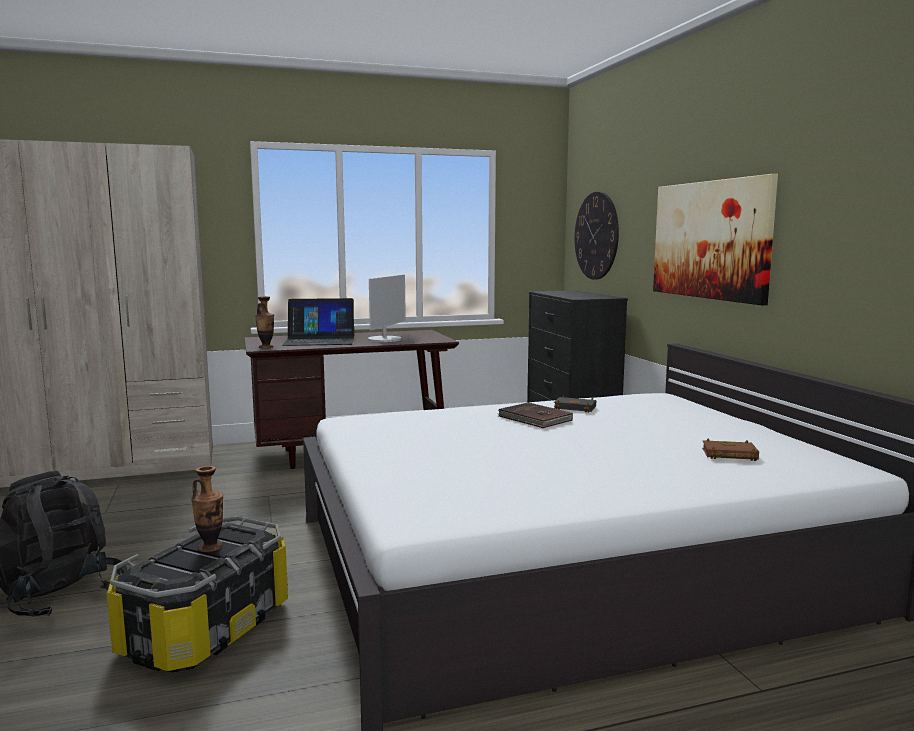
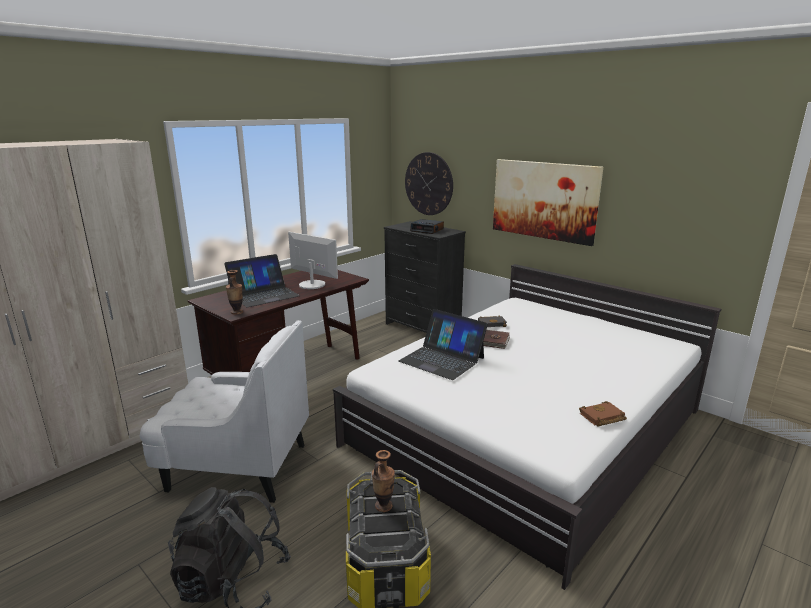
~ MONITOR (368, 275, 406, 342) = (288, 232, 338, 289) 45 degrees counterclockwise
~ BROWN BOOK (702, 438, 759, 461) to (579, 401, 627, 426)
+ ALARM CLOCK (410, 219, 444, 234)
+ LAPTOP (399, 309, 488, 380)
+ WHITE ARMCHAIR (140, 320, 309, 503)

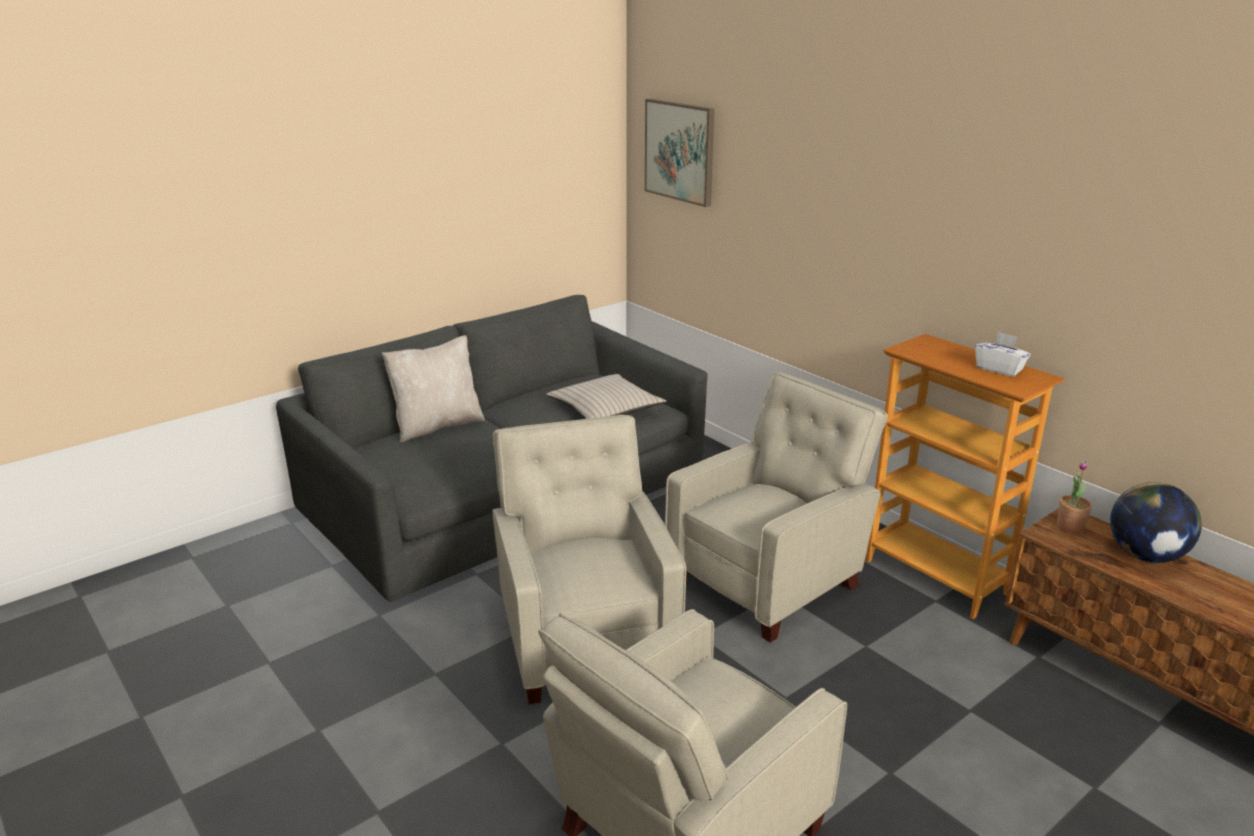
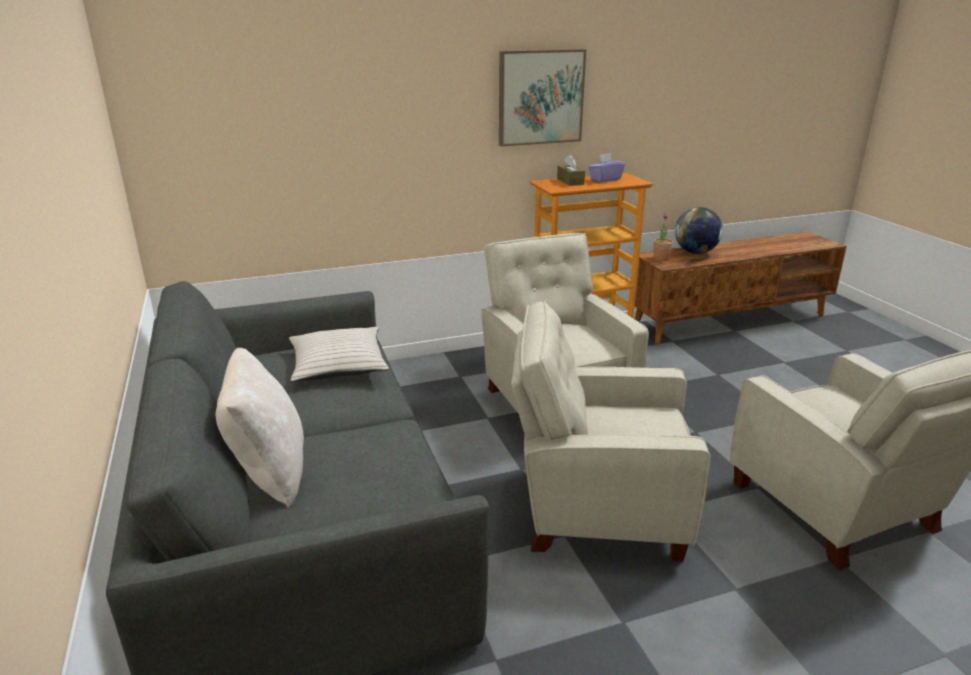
~ PICTURE (645, 99, 714, 207) to (499, 49, 586, 146)
~ WHITE TISSUE BOX (975, 332, 1030, 377) to PURPLE TISSUE BOX (588, 153, 625, 182)
+ BROWN TISSUE BOX (557, 155, 585, 186)

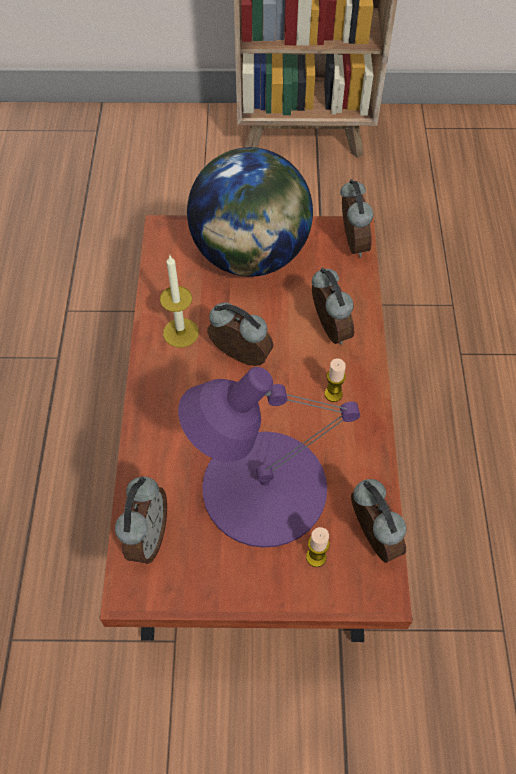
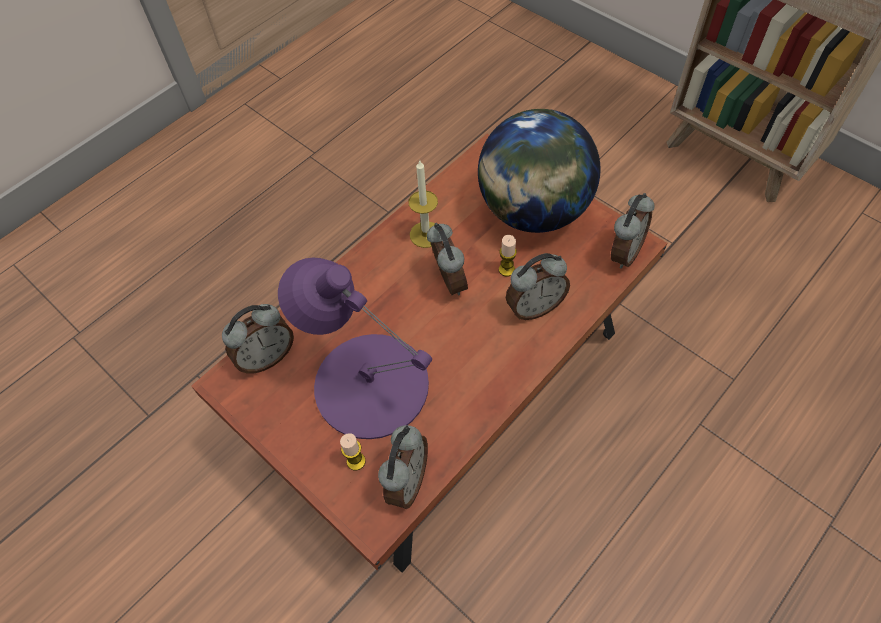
~ ALARM CLOCK (312, 268, 354, 345) = (506, 253, 570, 320) 45 degrees clockwise
~ CANDLE (324, 358, 346, 402) to (499, 235, 517, 277)

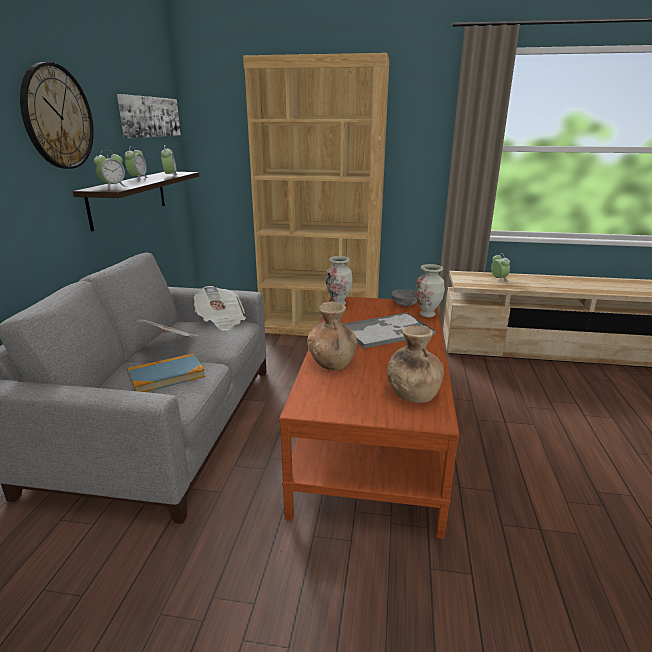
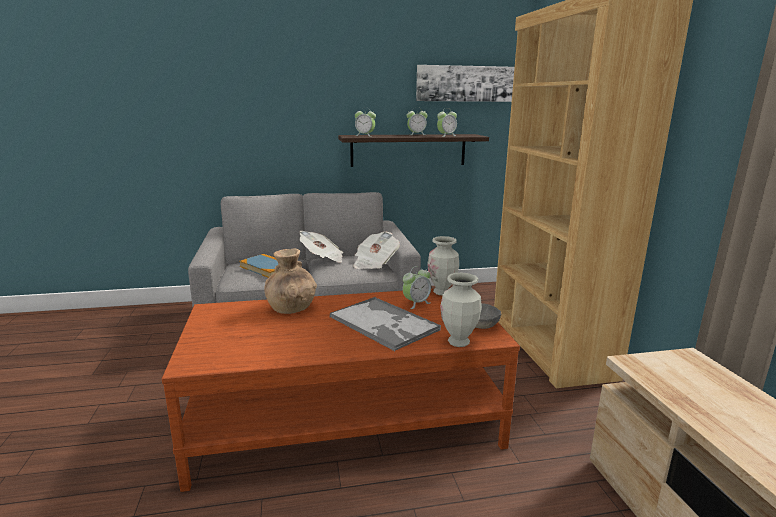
- WALL CLOCK (20, 62, 94, 169)
~ ALARM CLOCK (491, 253, 510, 282) to (403, 266, 431, 309)
- BROWN VASE (387, 326, 444, 403)

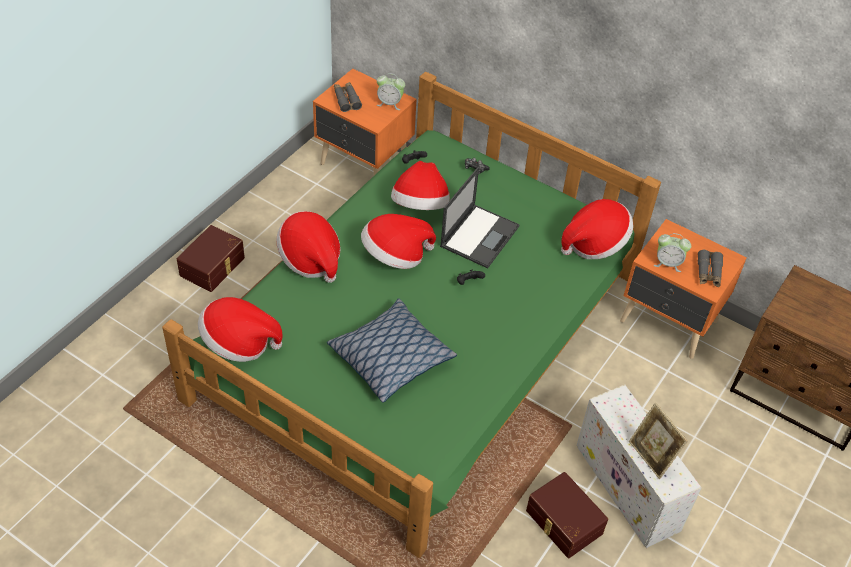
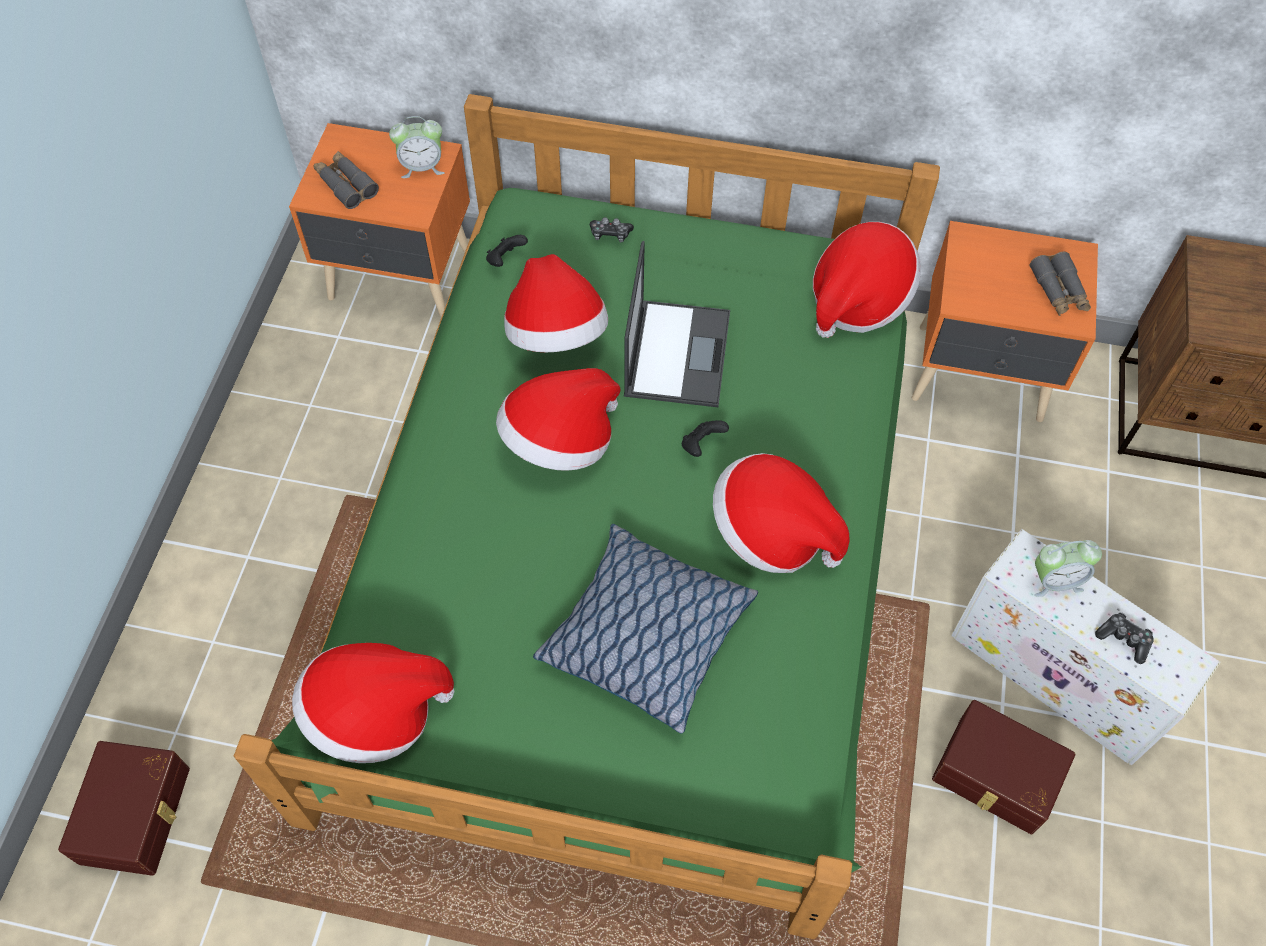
~ HAT (276, 211, 340, 283) to (713, 453, 849, 573)
~ BROWN STORAGE BOX (177, 225, 245, 292) to (58, 741, 190, 876)
~ ALARM CLOCK (654, 233, 691, 272) to (1034, 540, 1102, 597)
~ PICTURE FRAME (629, 403, 688, 479) to GAME CONTROLLER (1095, 612, 1154, 664)

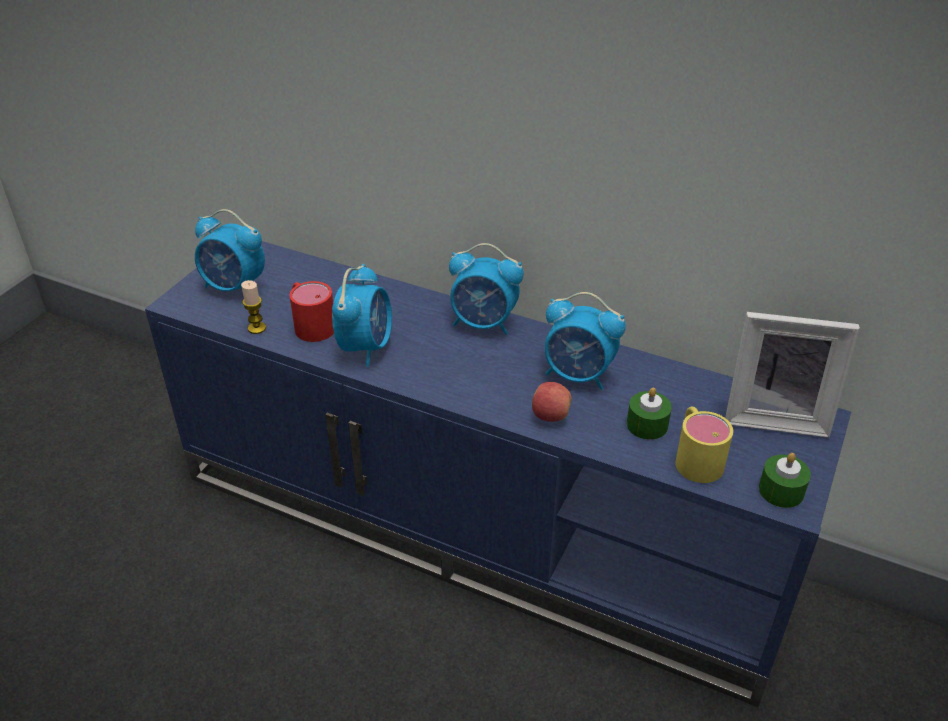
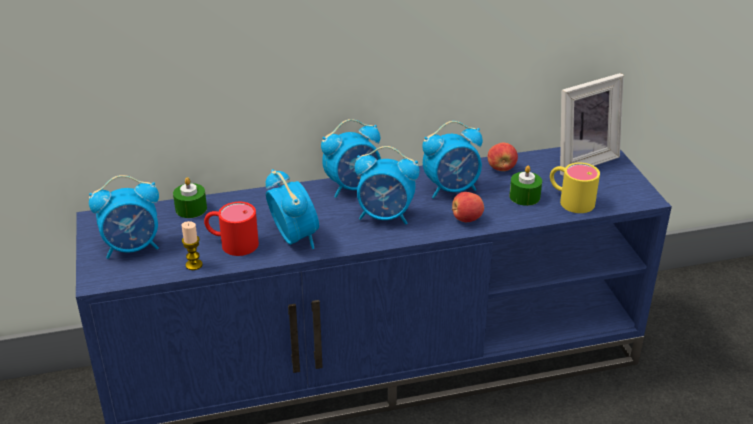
~ GREEN CANDLE (759, 453, 811, 508) to (173, 177, 207, 218)
+ APPLE (488, 143, 518, 171)
+ ALARM CLOCK (355, 146, 420, 224)

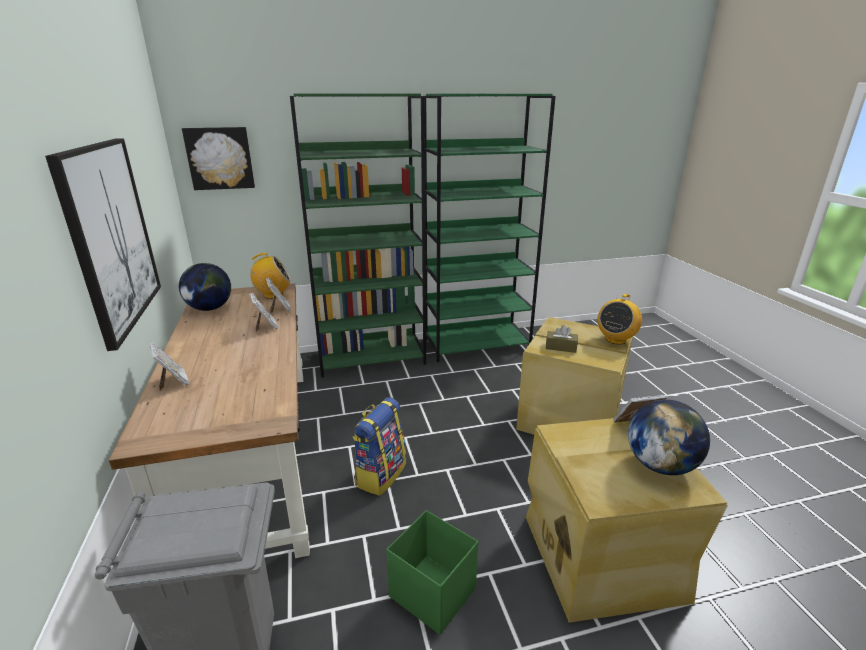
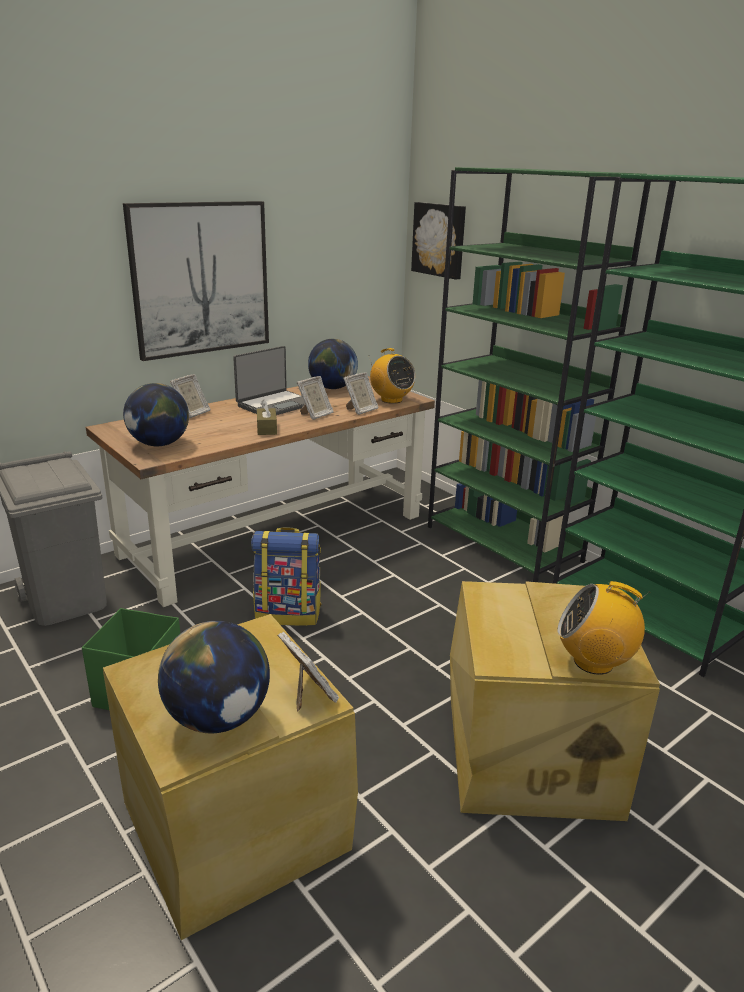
~ BROWN TISSUE BOX (546, 325, 578, 353) to (257, 399, 277, 435)
+ LAPTOP (233, 346, 305, 415)
+ GLOBE (123, 383, 189, 446)

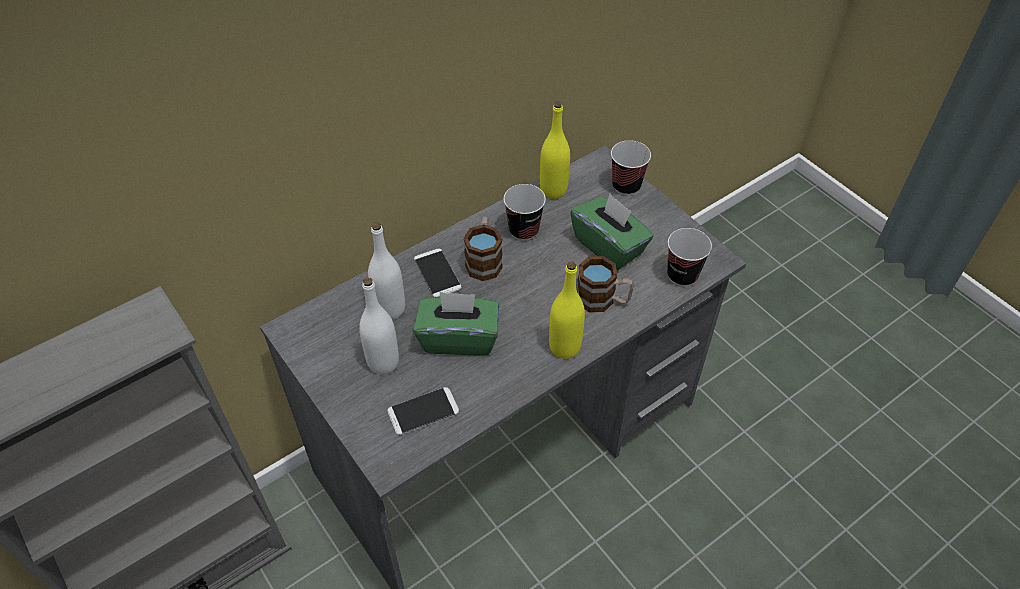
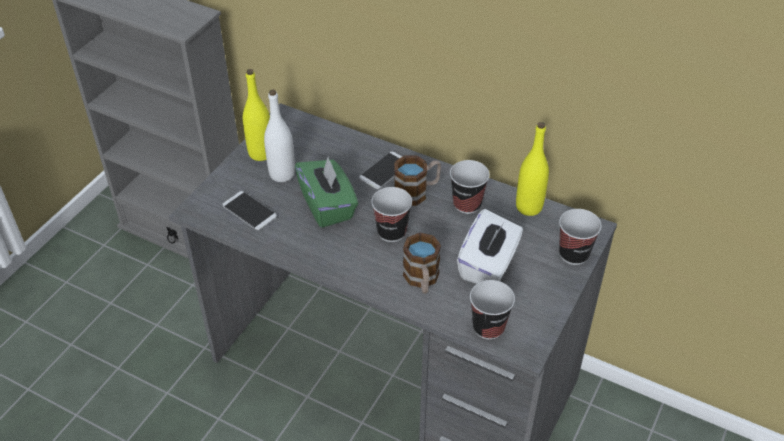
~ GREEN TISSUE BOX (570, 194, 654, 270) to WHITE TISSUE BOX (457, 209, 523, 284)
- WHITE BOTTLE (368, 223, 405, 320)
~ YELLOW BOTTLE (549, 261, 585, 359) to (243, 69, 270, 161)
+ CUP (371, 187, 412, 242)

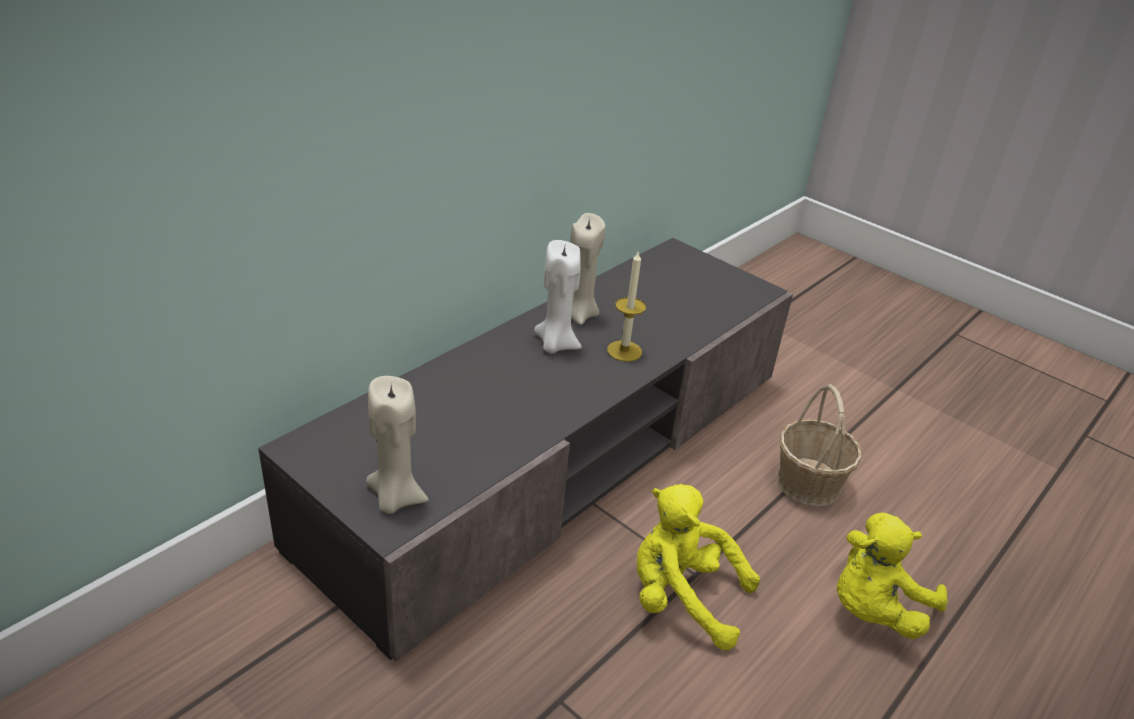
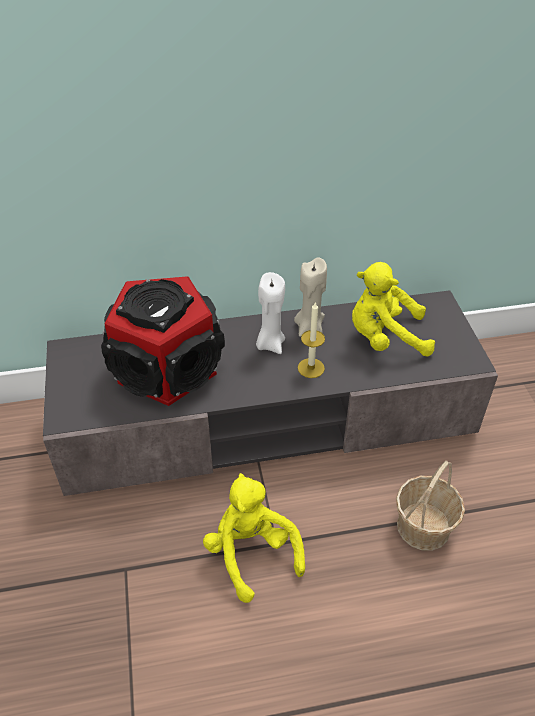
- BEIGE CANDLE (366, 376, 428, 514)
~ YELLOW PLUSH TOY (837, 513, 947, 639) to (352, 262, 435, 357)
+ SPEAKER (101, 276, 225, 406)

